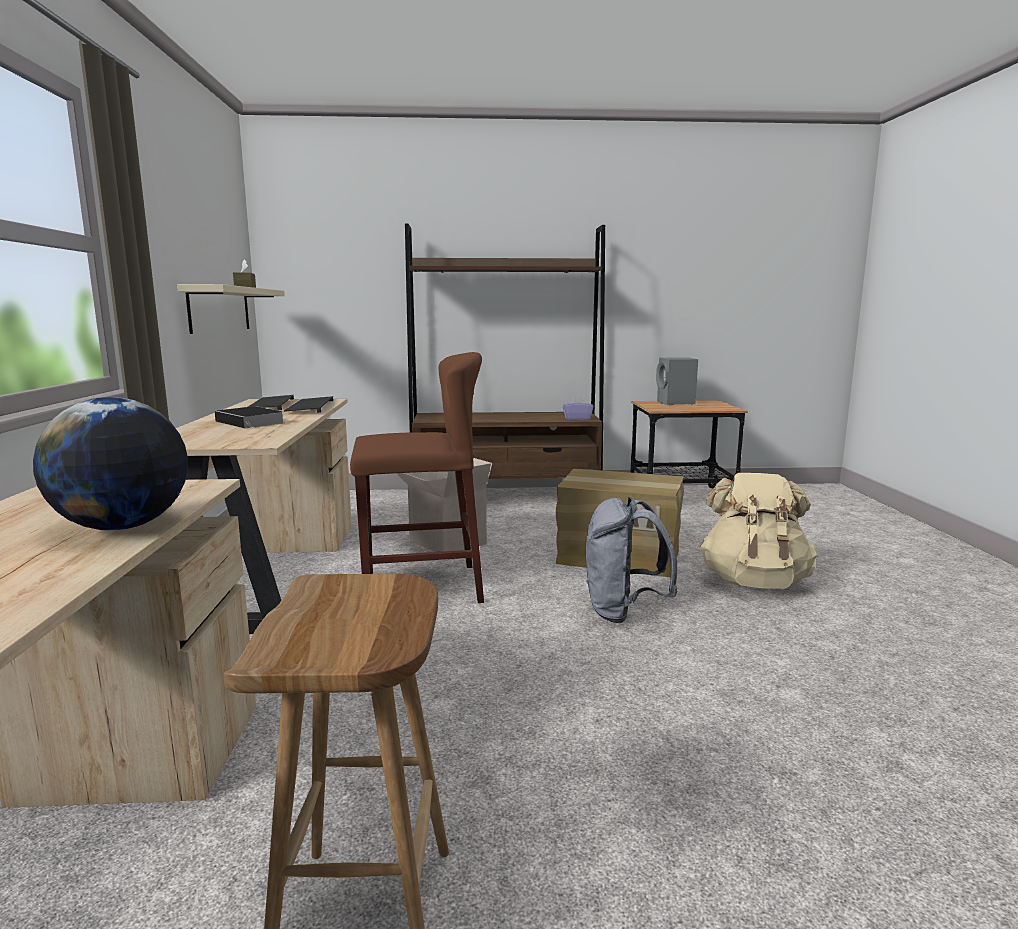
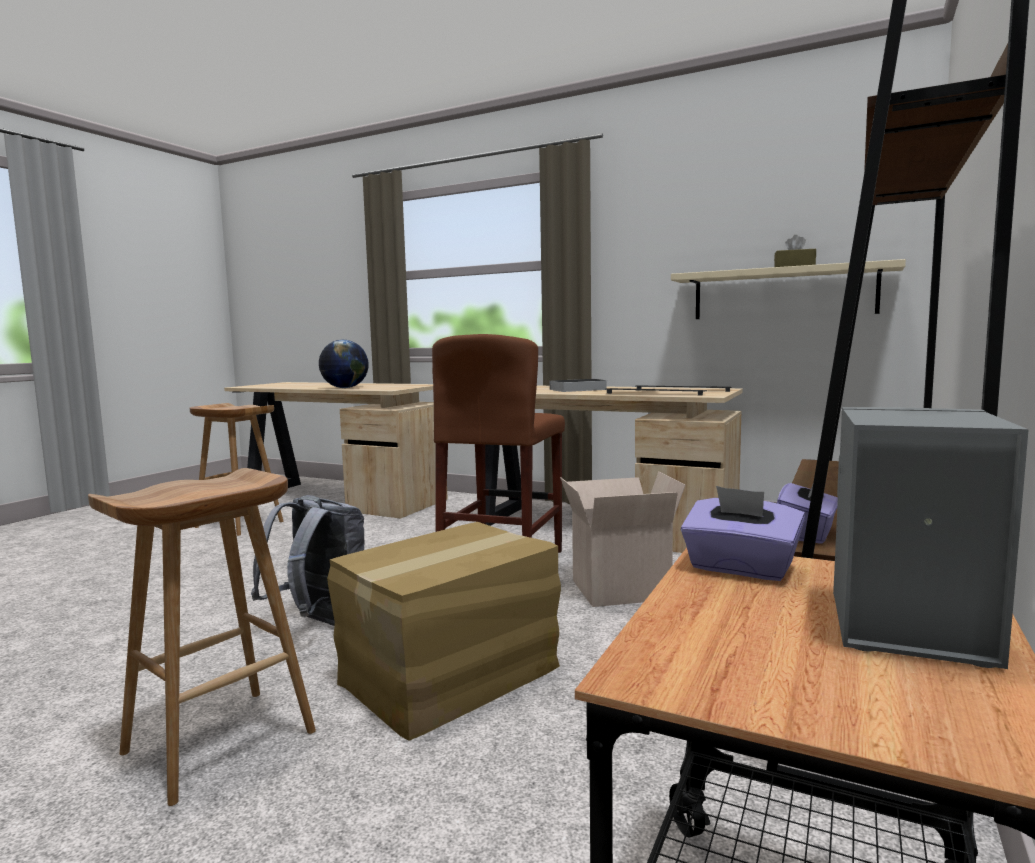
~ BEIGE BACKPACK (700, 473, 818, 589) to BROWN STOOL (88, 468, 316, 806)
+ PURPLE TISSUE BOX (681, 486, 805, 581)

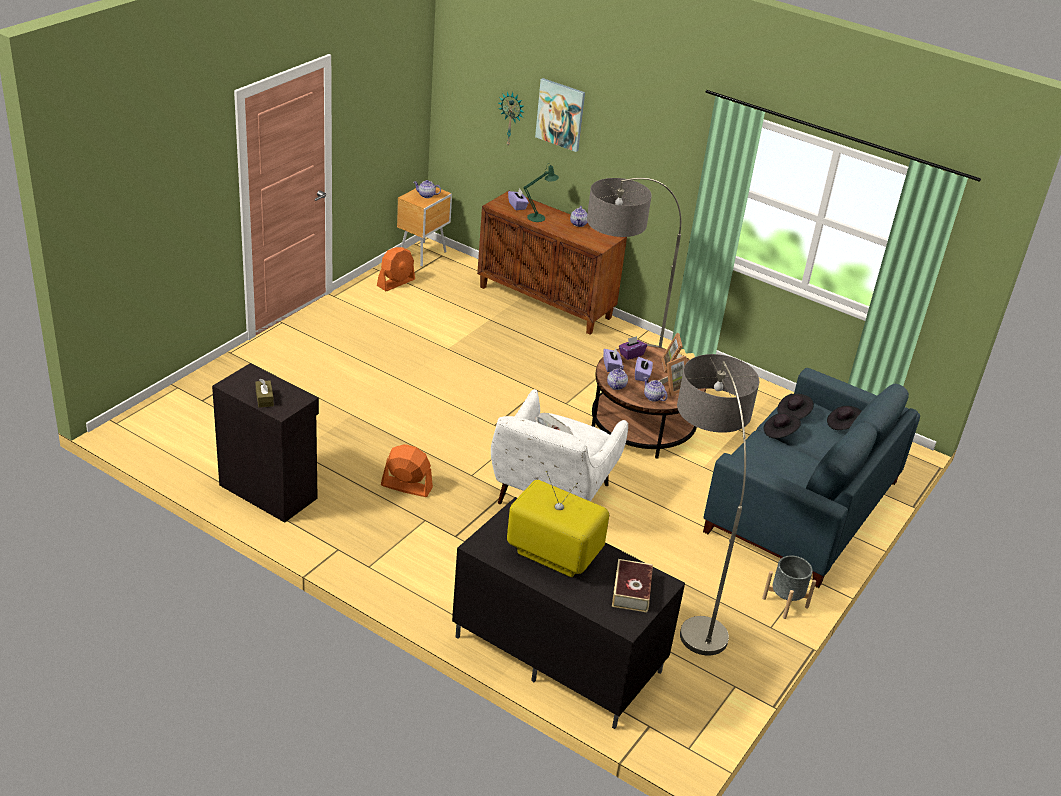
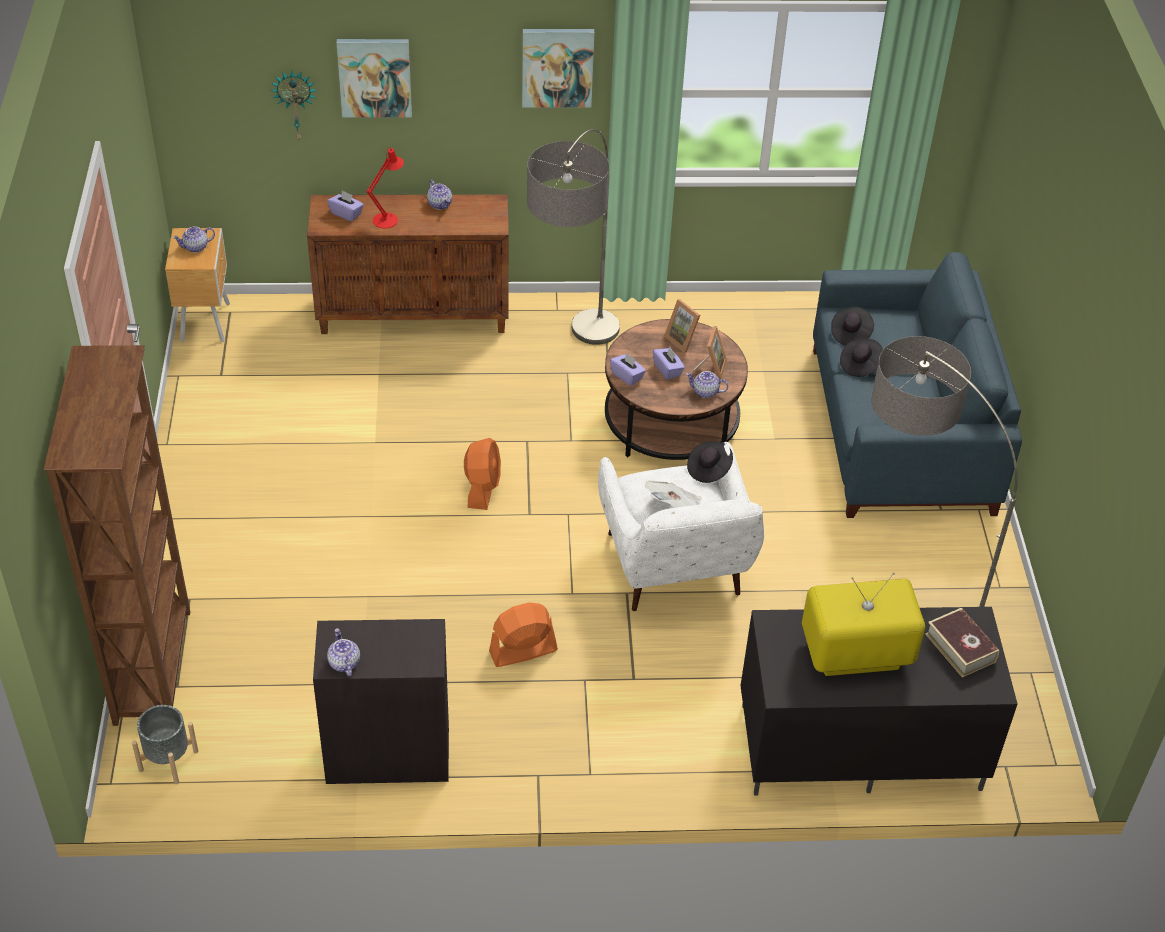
~ GREEN TABLE LAMP (523, 163, 559, 222) to RED TABLE LAMP (367, 148, 404, 228)
~ ORANGE FAN (377, 247, 415, 291) to (464, 438, 501, 510)
- PURPLE TISSUE BOX (619, 336, 647, 360)
~ TEAPOT (607, 365, 628, 390) to (327, 628, 360, 676)
- BROWN TISSUE BOX (255, 379, 274, 407)
~ BLACK HAT (827, 406, 862, 430) to (687, 441, 733, 483)
~ GREY PLANTER (762, 555, 816, 619) to (132, 705, 198, 784)
+ PICTURE (522, 29, 594, 108)
+ BROWN BOOKCASE (44, 345, 190, 726)

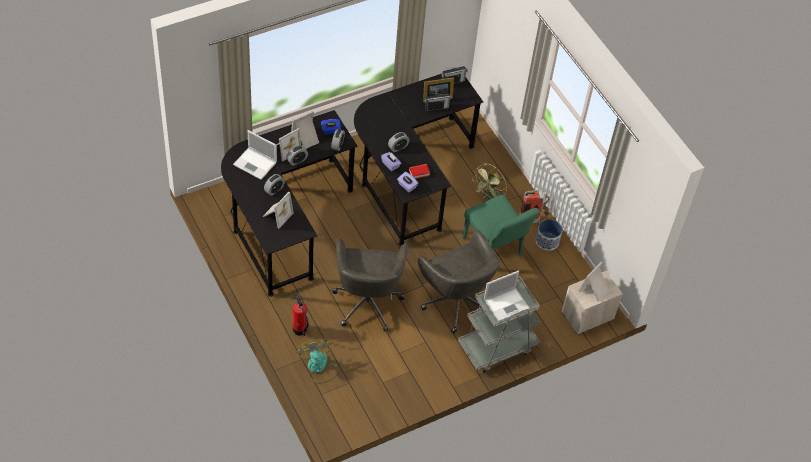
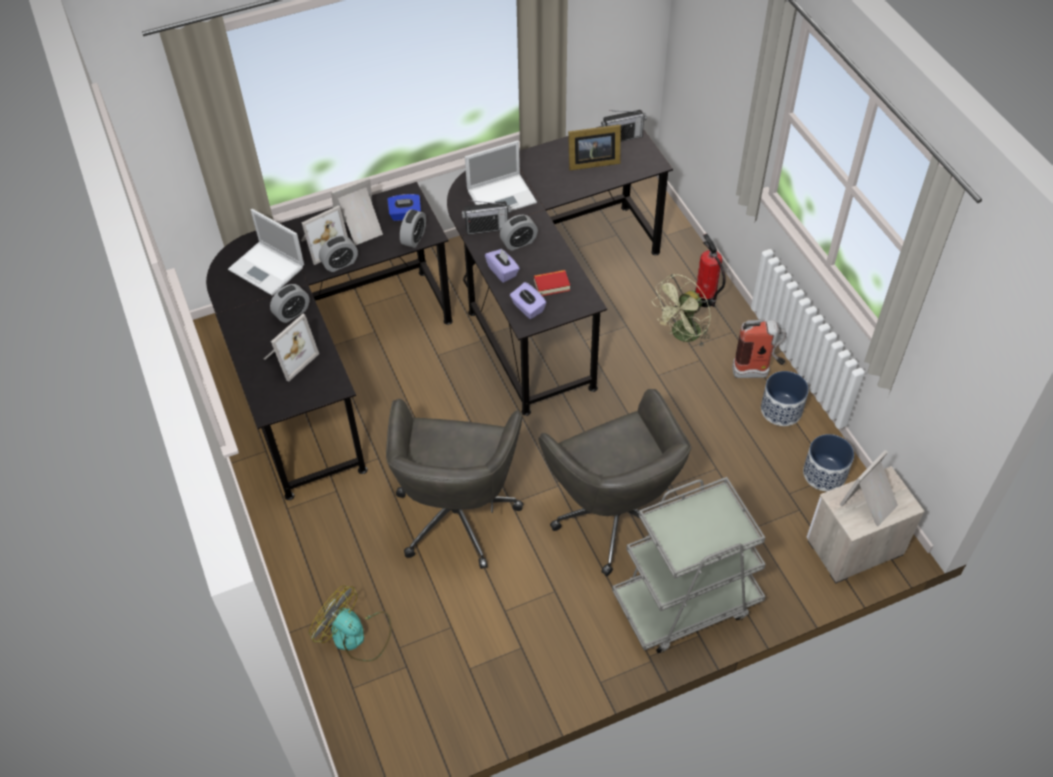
~ RADIO (424, 93, 452, 111) to (462, 200, 511, 235)
- GREEN CHAIR (462, 194, 540, 257)
~ LAPTOP (484, 271, 530, 322) to (465, 140, 537, 211)
~ FIRE EXTINGUISHER (293, 293, 309, 336) to (695, 234, 726, 307)
~ FAN (297, 339, 341, 384) = (309, 585, 391, 662) 45 degrees counterclockwise
+ PLANTER (803, 434, 854, 491)

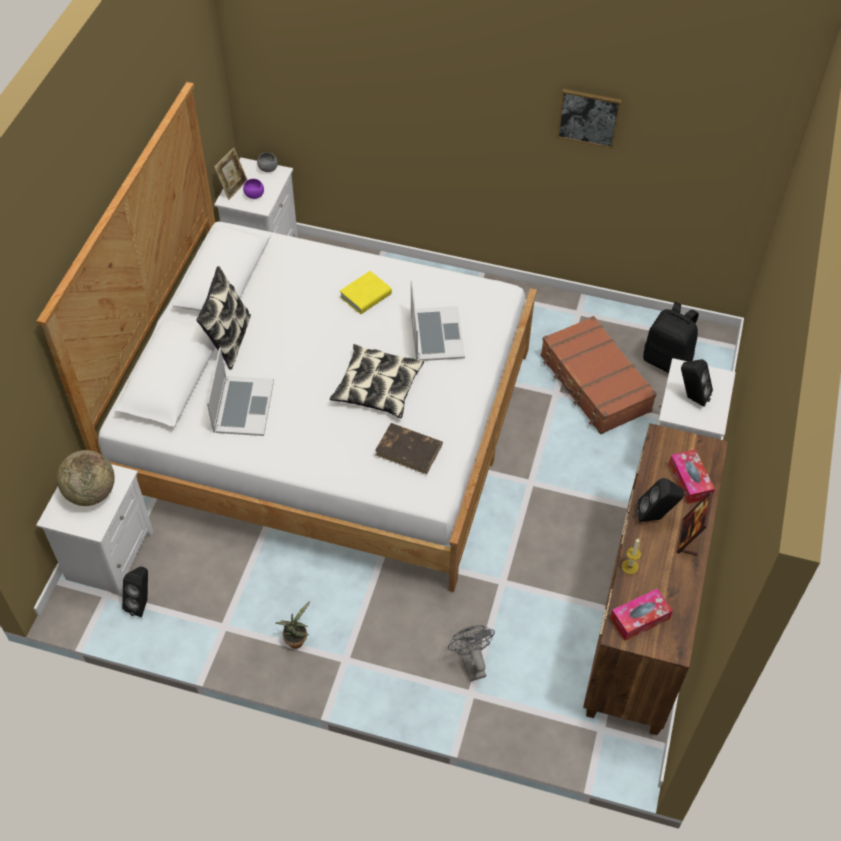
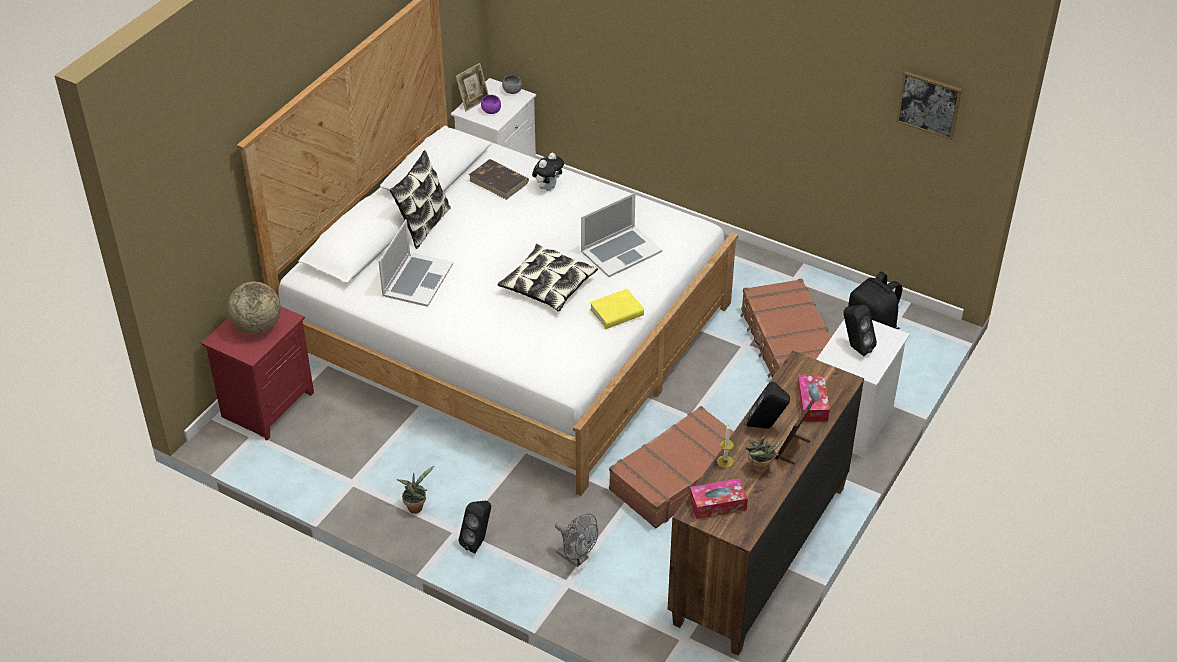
~ PICTURE (557, 89, 622, 149) to (896, 71, 962, 140)
~ YELLOW BOOK (340, 271, 392, 314) to (590, 289, 644, 329)
~ LAPTOP (411, 280, 465, 361) = (581, 193, 662, 277) 45 degrees clockwise
~ BROWN BOOK (376, 423, 443, 474) to (469, 159, 529, 200)
~ WHITE NIGHTSTAND (36, 464, 154, 597) to RED NIGHTSTAND (201, 307, 314, 440)
~ BLACK SPEAKER (122, 567, 148, 617) to (458, 501, 491, 553)
~ GREY FAN (448, 625, 495, 681) = (555, 513, 598, 567) 135 degrees clockwise
+ PLUSH TOY (532, 153, 564, 191)
+ BROWN SUITCASE (609, 406, 734, 529)
+ POTTED PLANT (746, 436, 783, 473)

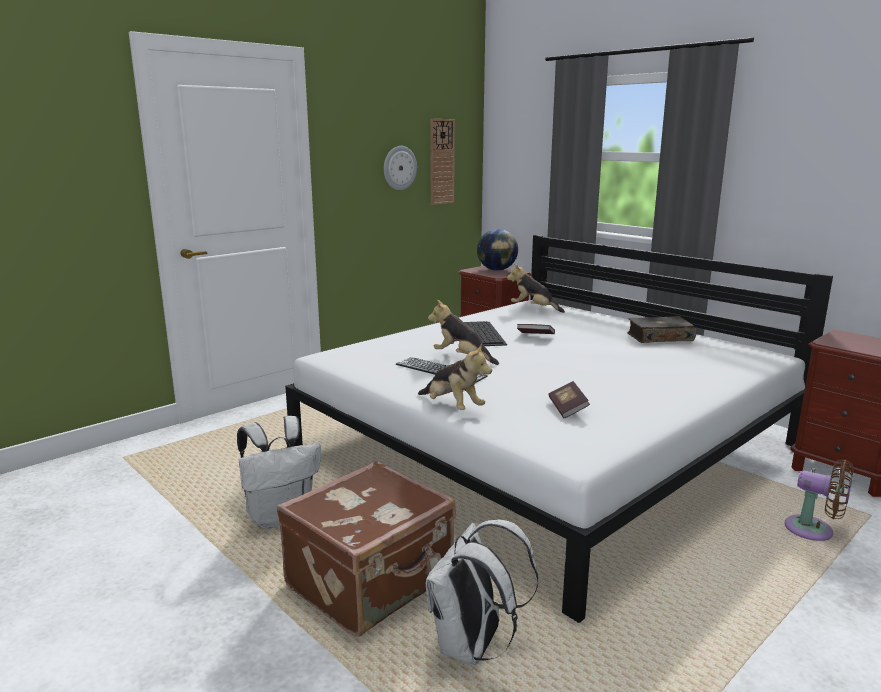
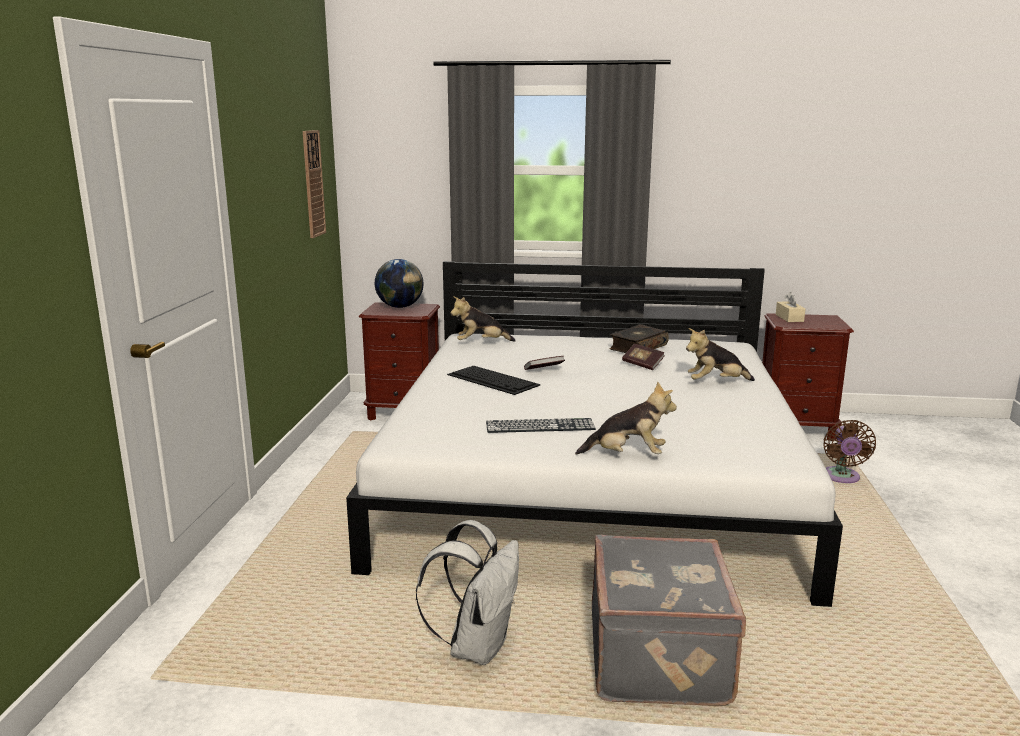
- WALL CLOCK (384, 146, 417, 190)
~ PLUSH TOY (428, 300, 499, 365) to (686, 328, 755, 381)
~ BOOK (548, 381, 590, 418) to (622, 344, 665, 370)
~ BROWN FAN (785, 460, 854, 541) = (824, 420, 876, 483) 105 degrees clockwise
~ BROWN SUITCASE (277, 461, 456, 637) to GREY SUITCASE (592, 535, 746, 706)
- WHITE BACKPACK (426, 520, 538, 665)
+ BEIGE TISSUE BOX (776, 292, 806, 322)

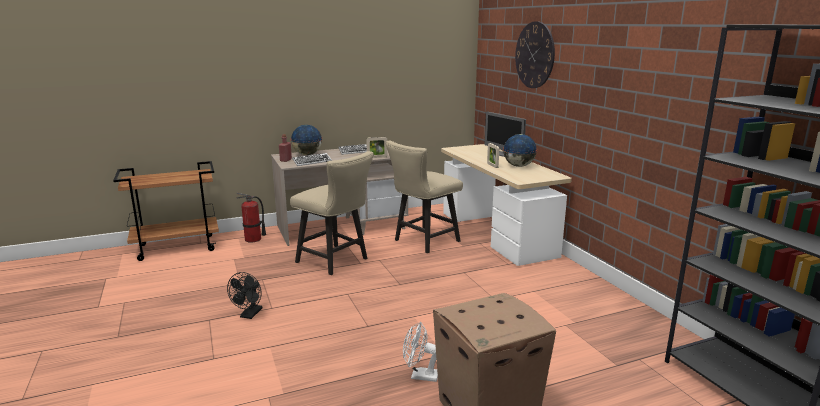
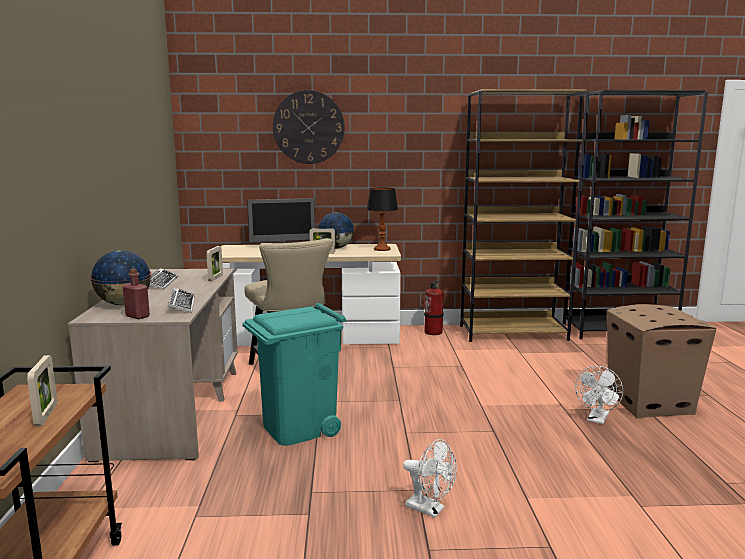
~ BEIGE CHAIR (290, 151, 374, 275) to TURQUOISE TRASH CAN (242, 303, 346, 446)
~ FIRE EXTINGUISHER (236, 193, 266, 243) to (424, 280, 444, 335)
~ BLACK FAN (227, 272, 262, 319) to WHITE FAN (403, 439, 457, 518)
+ BROWN BOOKCASE (460, 89, 589, 342)
+ TABLE LAMP (367, 187, 398, 251)
+ PICTURE FRAME (27, 355, 57, 426)

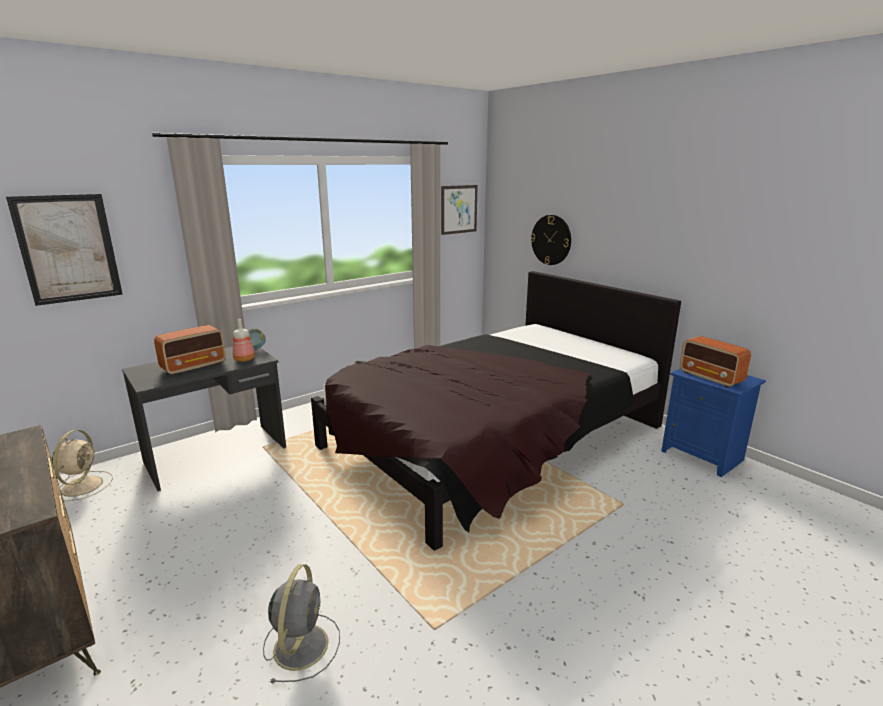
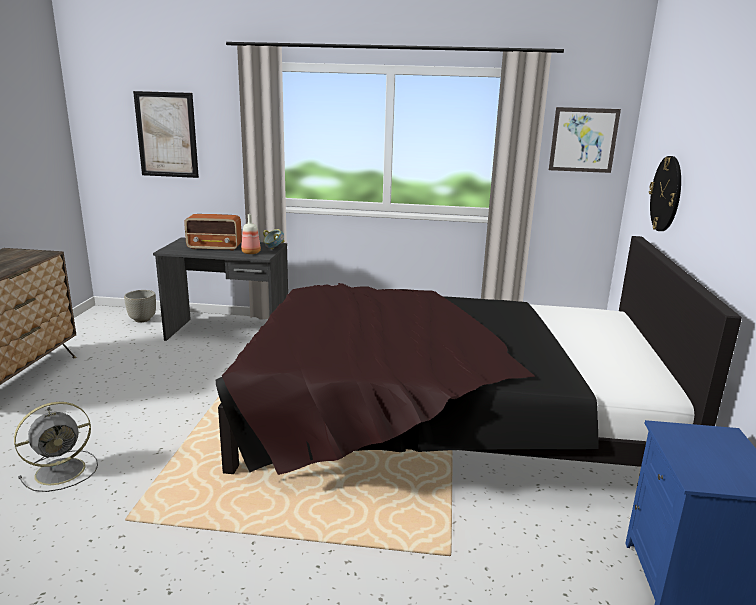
- RADIO (680, 336, 751, 388)
~ BEIGE FAN (52, 430, 113, 501) to GREY PLANTER (124, 290, 156, 322)

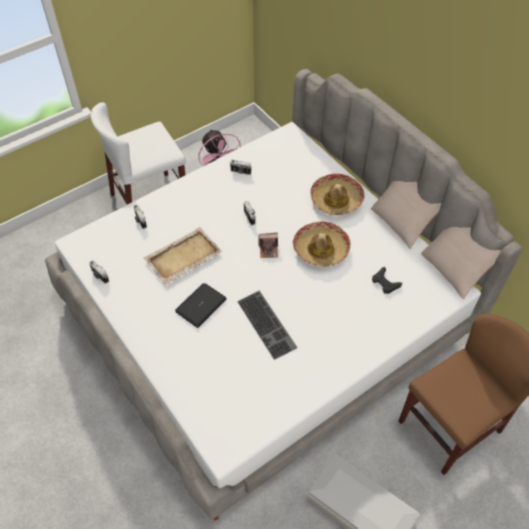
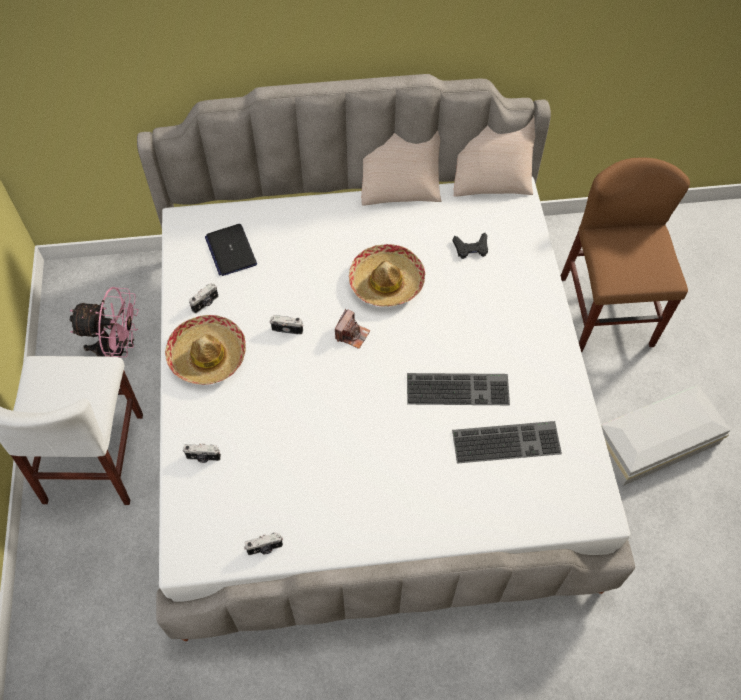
~ HAT (310, 174, 365, 215) to (165, 315, 246, 385)
- BEIGE TRAY (144, 227, 222, 285)
~ LAPTOP (175, 283, 227, 328) to (205, 224, 257, 276)
+ KEYBOARD (452, 421, 562, 464)

